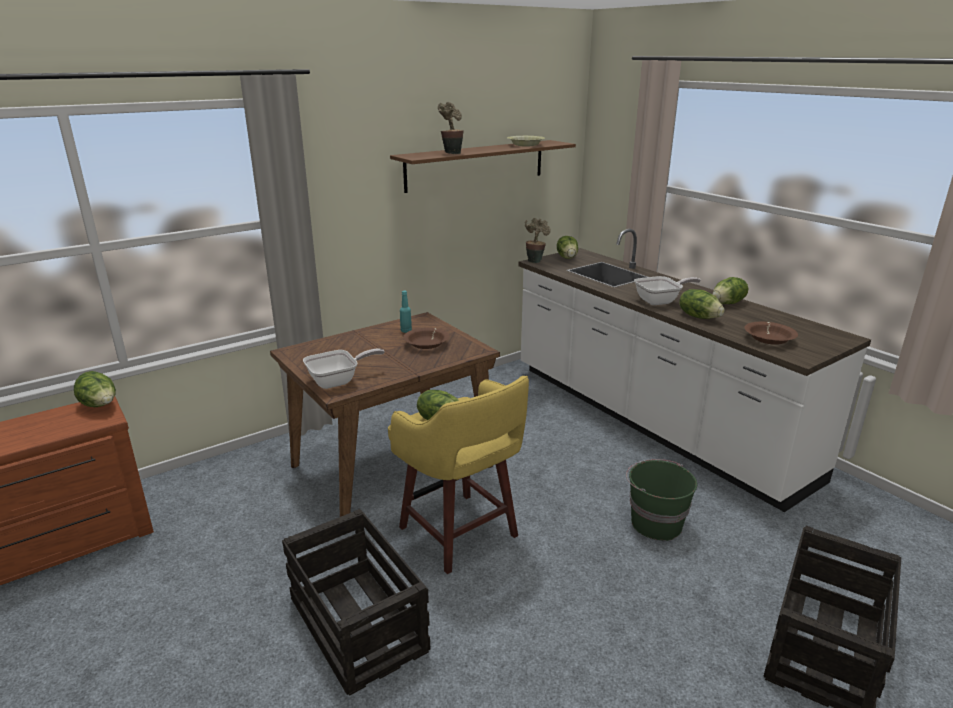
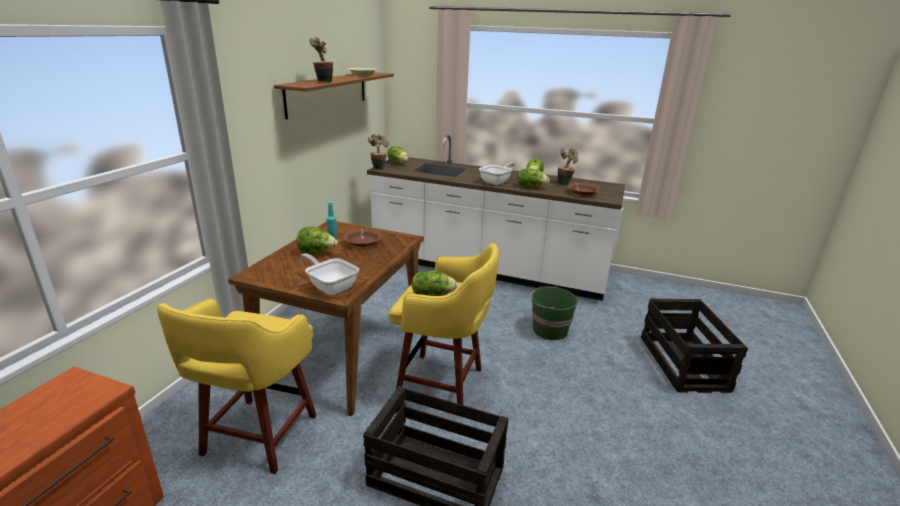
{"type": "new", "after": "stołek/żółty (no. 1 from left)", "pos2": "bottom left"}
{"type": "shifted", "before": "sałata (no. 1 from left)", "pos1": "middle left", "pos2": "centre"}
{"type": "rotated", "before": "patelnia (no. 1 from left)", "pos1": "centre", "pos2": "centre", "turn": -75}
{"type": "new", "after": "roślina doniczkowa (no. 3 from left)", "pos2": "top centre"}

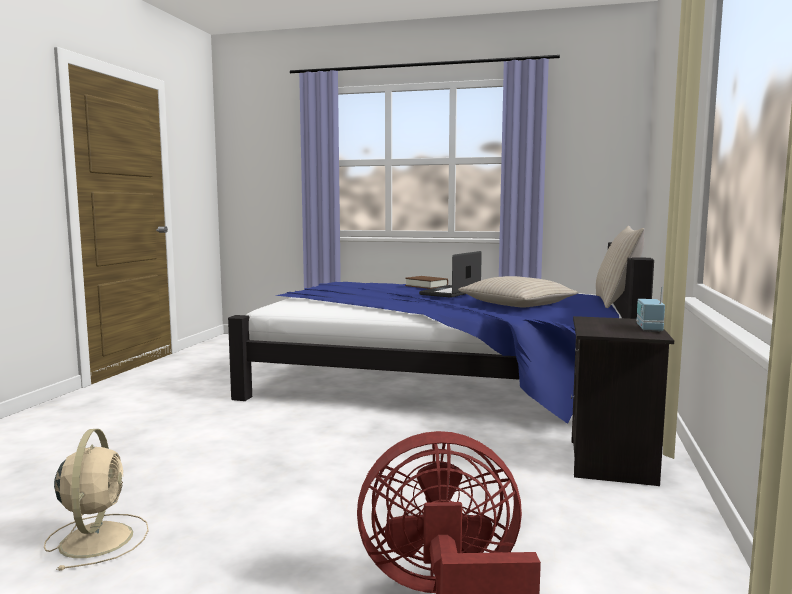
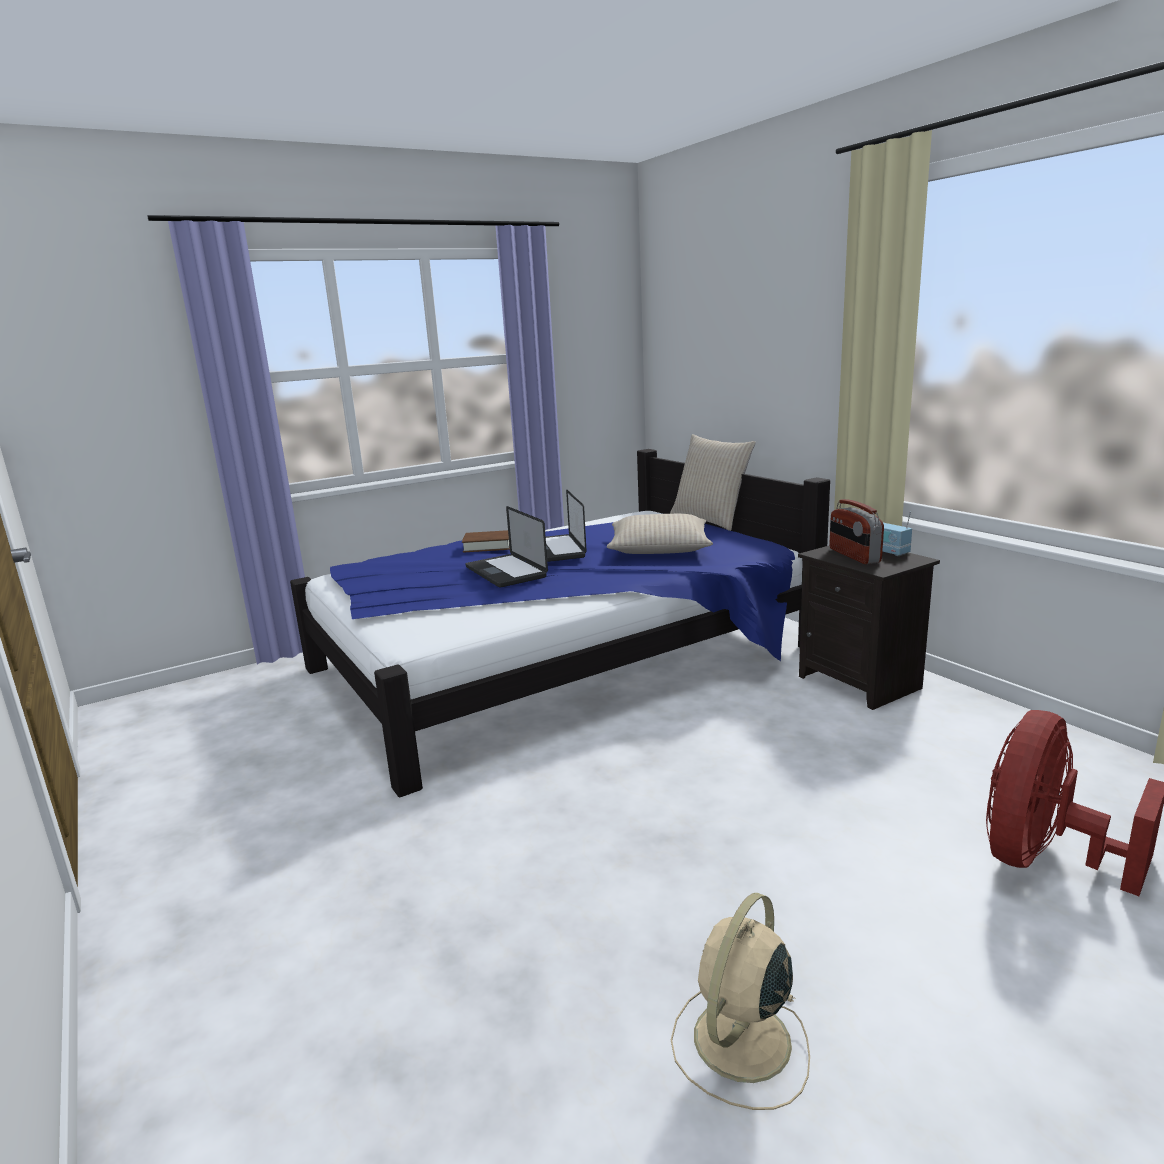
{"type": "new", "after": "laptop (no. 1 from left)", "pos2": "centre"}
{"type": "rotated", "before": "wentylator/beżowy", "pos1": "bottom left", "pos2": "bottom centre", "turn": -90}
{"type": "new", "after": "radio (no. 1 from left)", "pos2": "middle right"}

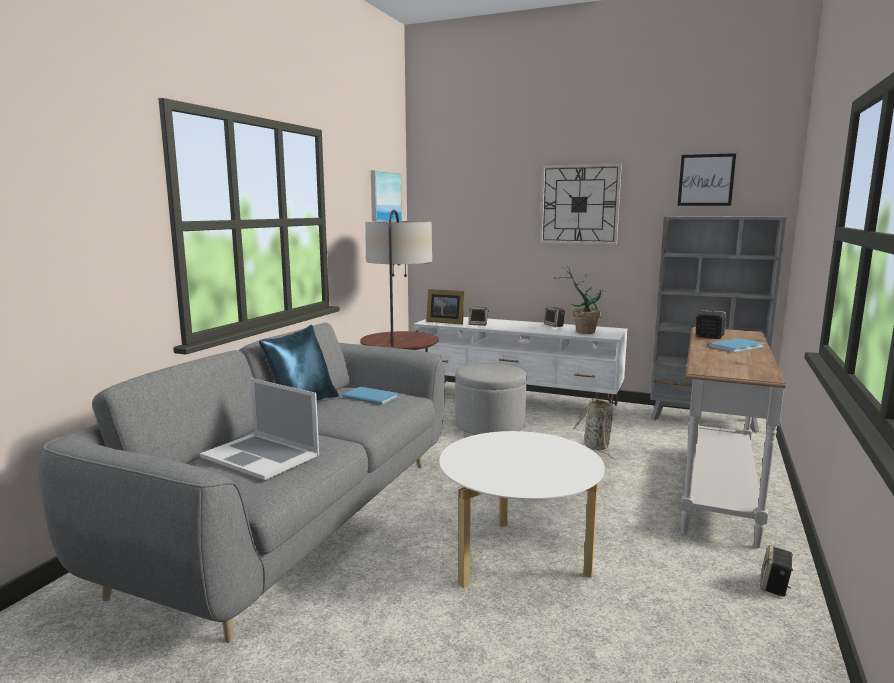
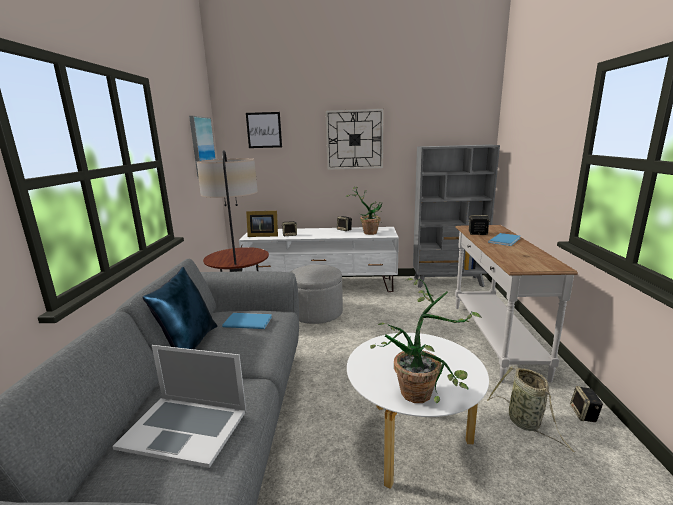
{"type": "shifted", "before": "obraz (no. 2 from left)", "pos1": "top right", "pos2": "top centre"}
{"type": "new", "after": "roślina doniczkowa (no. 2 from left)", "pos2": "bottom centre"}
{"type": "shifted", "before": "koszyk", "pos1": "centre", "pos2": "bottom right"}

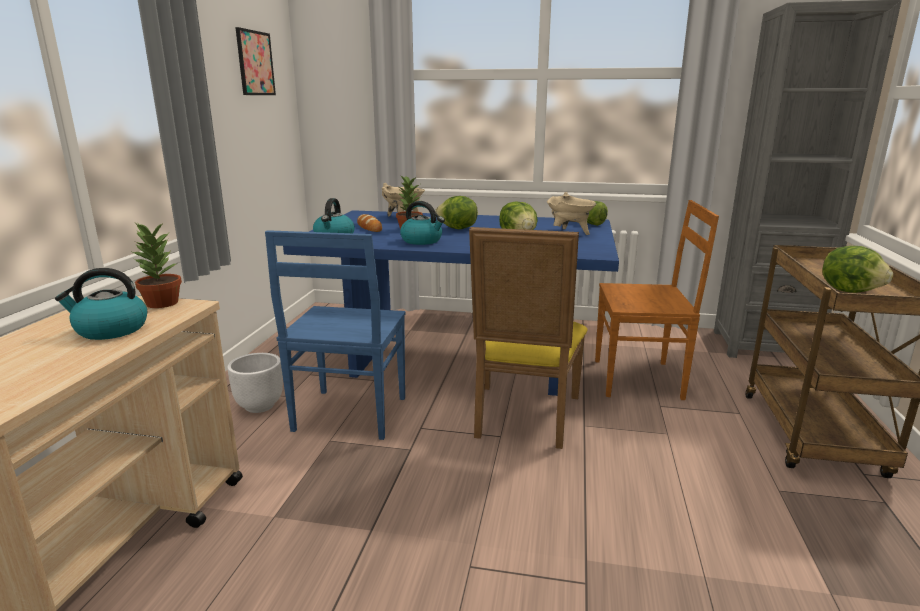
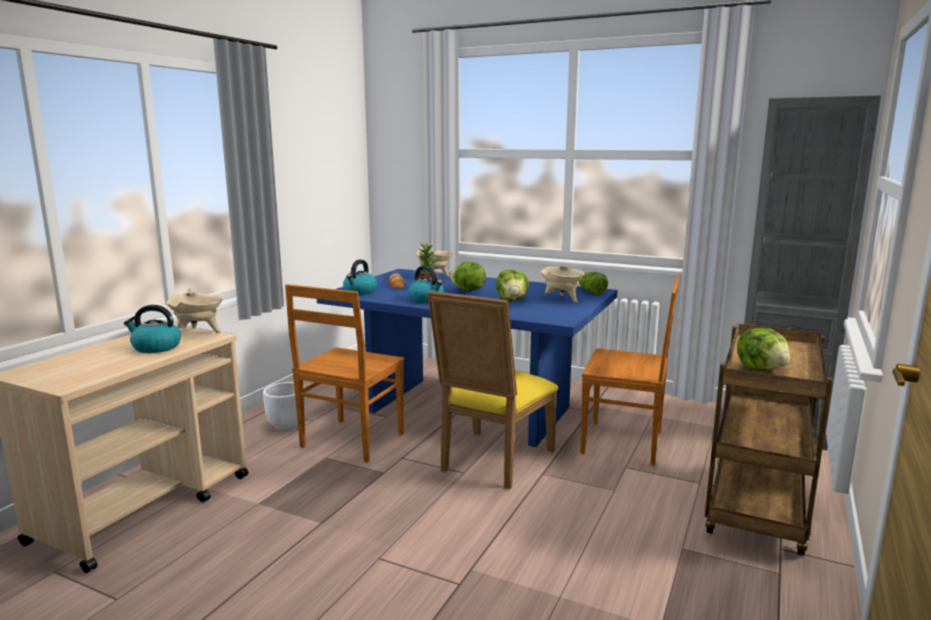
{"type": "swapped", "before": "roślina doniczkowa (no. 1 from left)", "after": "garnek/beżowy (no. 1 from left)", "pos1": "middle left", "pos2": "middle left"}
{"type": "repainted", "before": "krzesło/niebieski", "after": "krzesło/brązowy (no. 1 from left)", "pos1": "centre", "pos2": "centre"}
{"type": "gone", "before": "obraz", "pos1": "top left"}

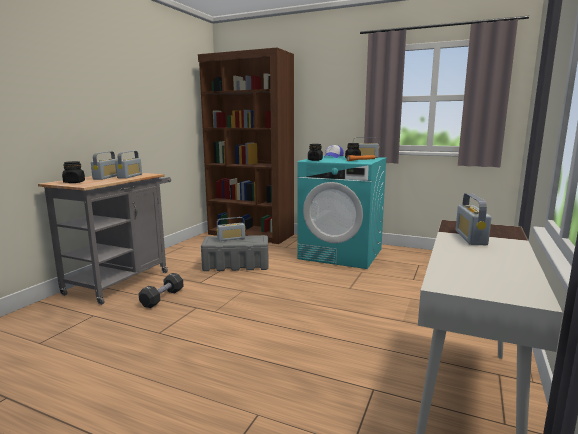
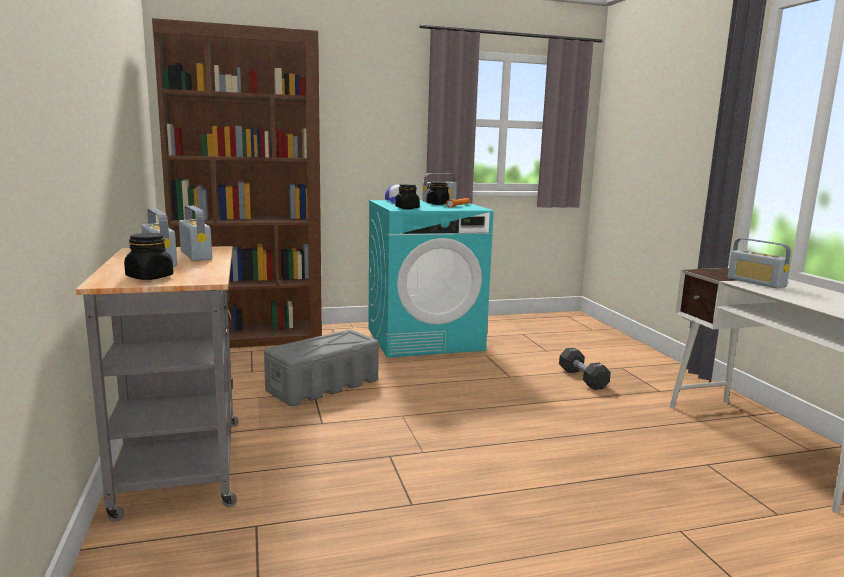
{"type": "shifted", "before": "hantel/czarny", "pos1": "bottom left", "pos2": "middle right"}
{"type": "gone", "before": "radio (no. 3 from left)", "pos1": "centre"}

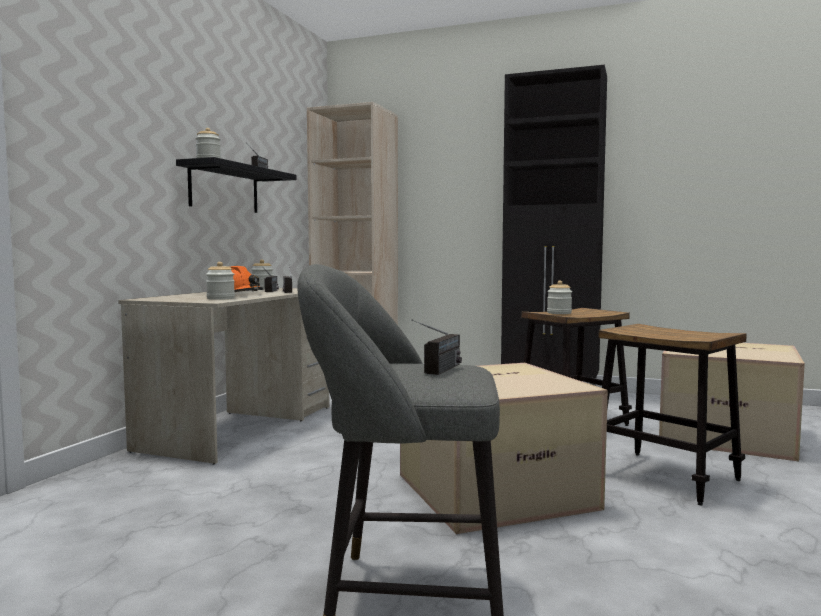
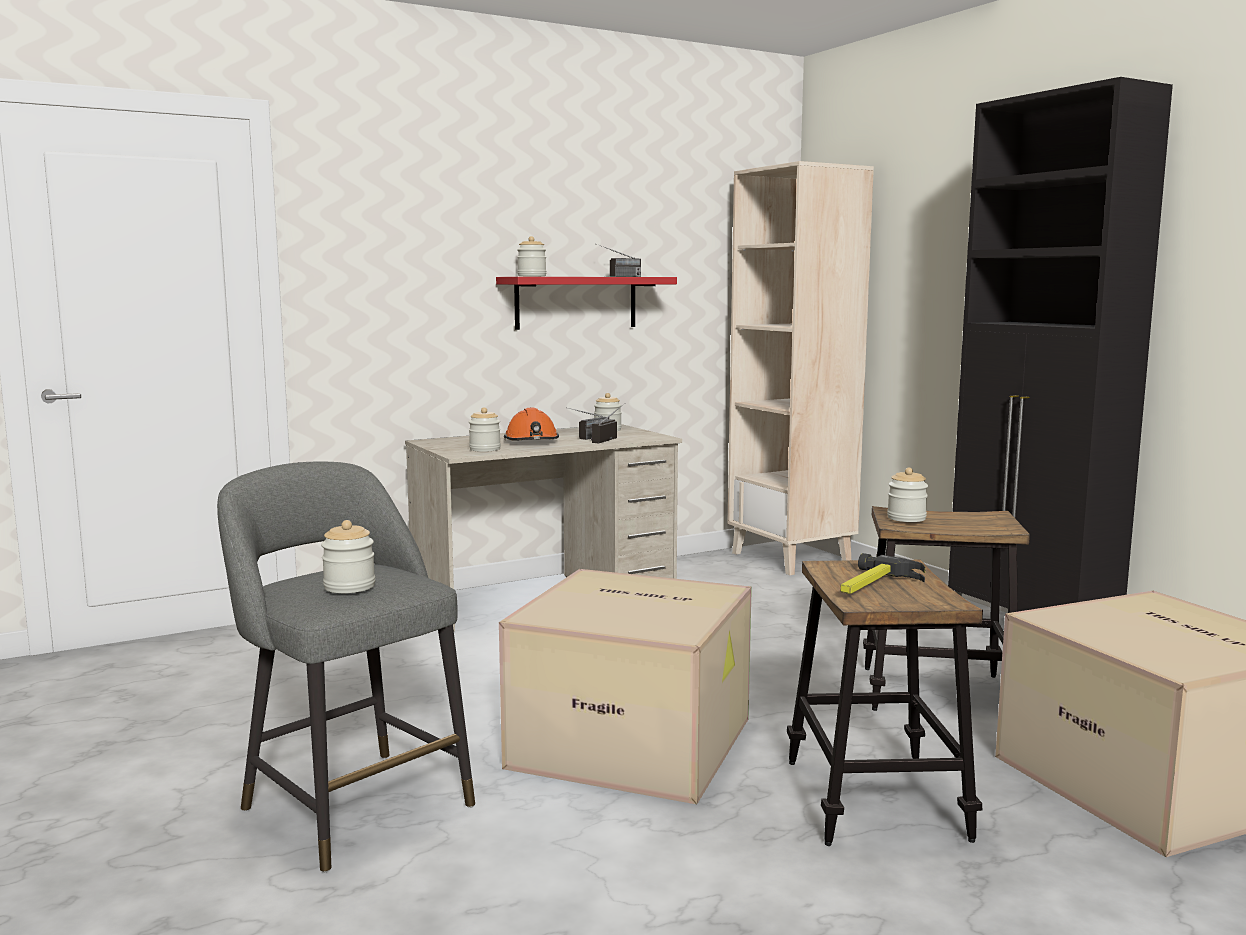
{"type": "swapped", "before": "radio (no. 4 from left)", "after": "słoik (no. 1 from left)", "pos1": "centre", "pos2": "middle left"}
{"type": "repainted", "before": "półka/czarny", "after": "półka/czerwony", "pos1": "top left", "pos2": "top centre"}
{"type": "new", "after": "młotek", "pos2": "middle right"}

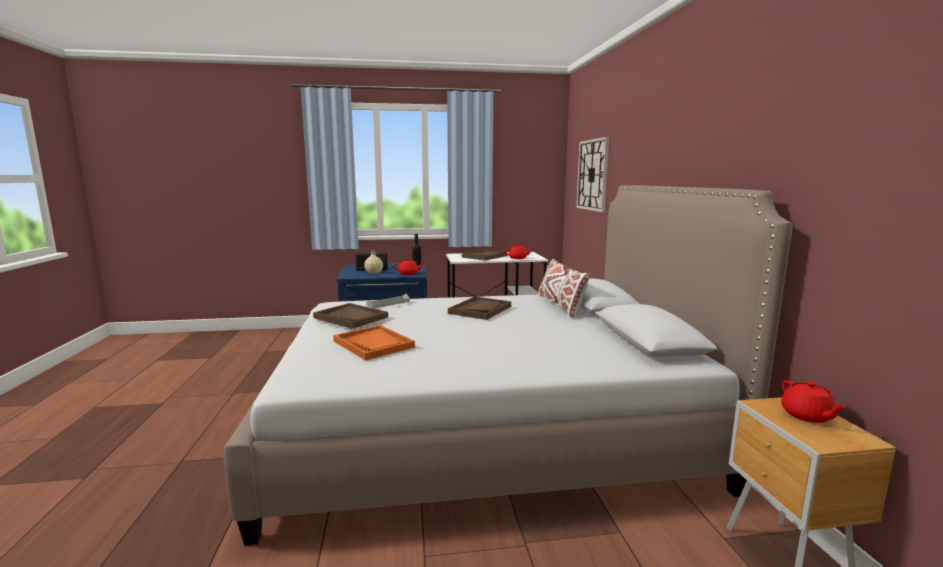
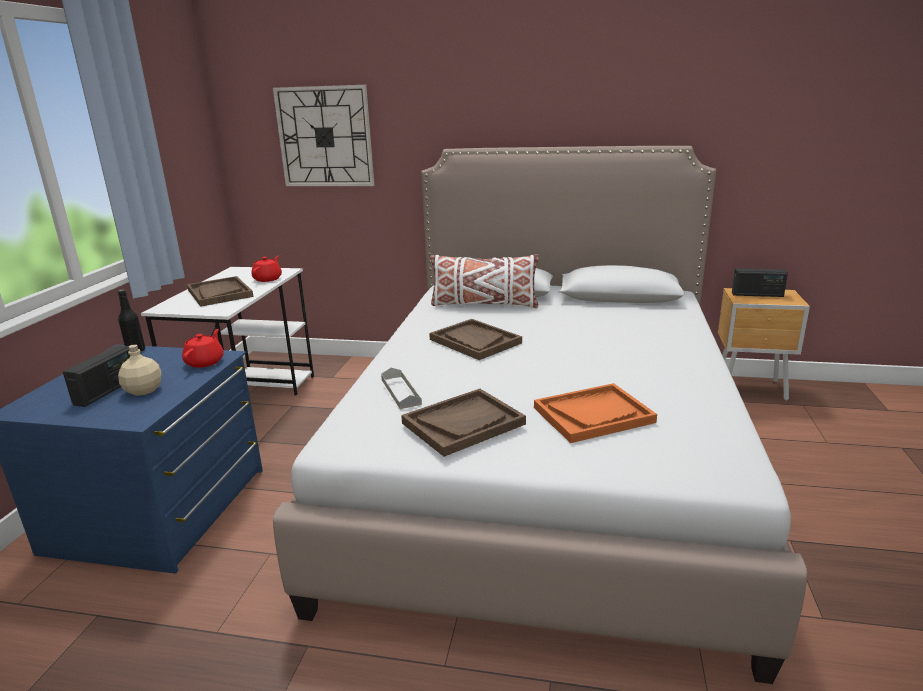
{"type": "swapped", "before": "imbryk/czerwony (no. 3 from left)", "after": "radio (no. 2 from left)", "pos1": "bottom right", "pos2": "middle right"}

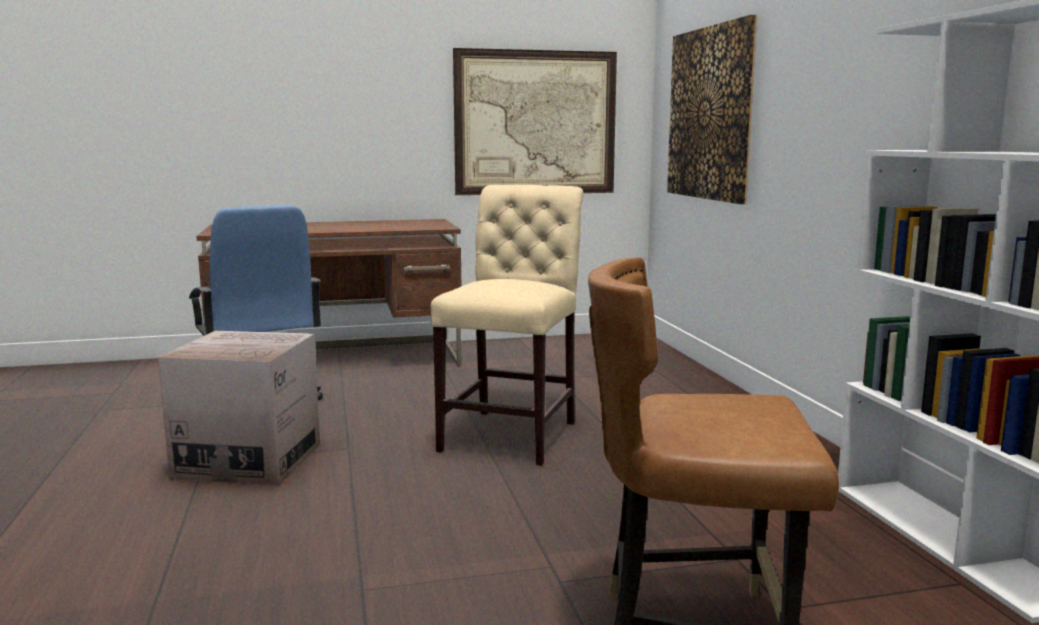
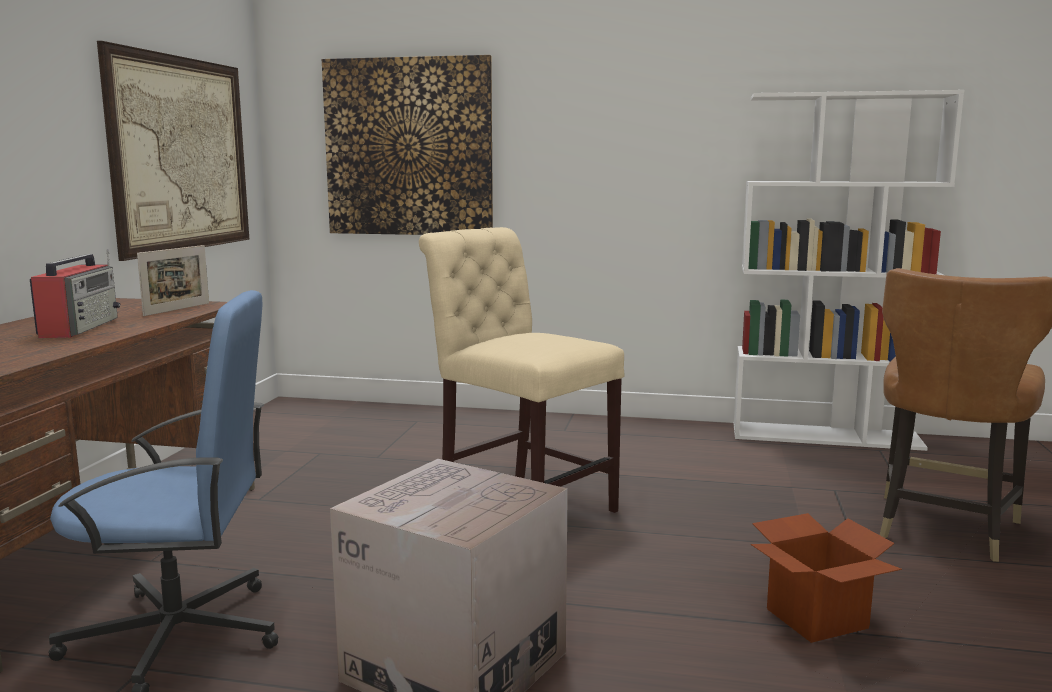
{"type": "new", "after": "radio", "pos2": "middle left"}
{"type": "new", "after": "ramka na zdjęcie", "pos2": "middle left"}
{"type": "new", "after": "karton (no. 2 from left)", "pos2": "bottom right"}

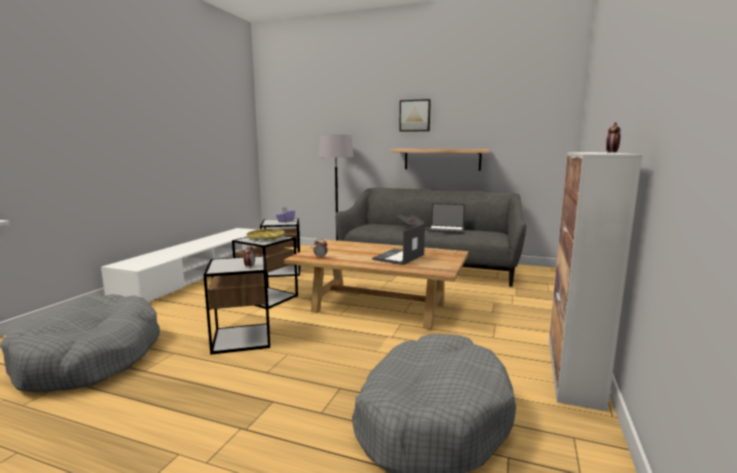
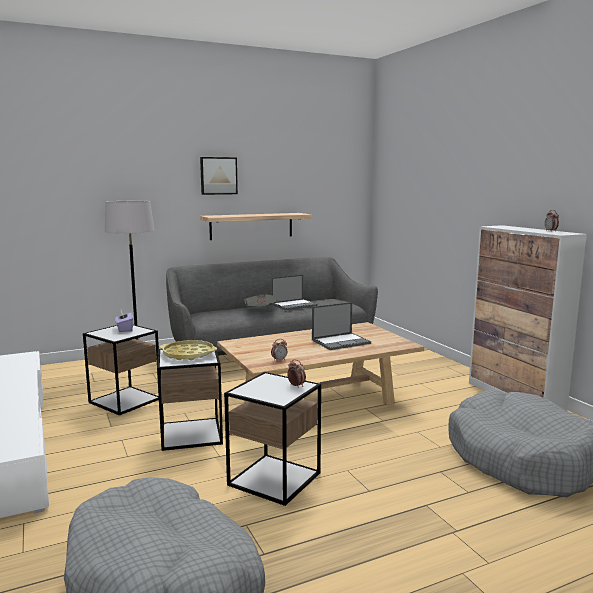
{"type": "rotated", "before": "laptop (no. 1 from left in the first image)", "pos1": "centre", "pos2": "centre", "turn": -105}

